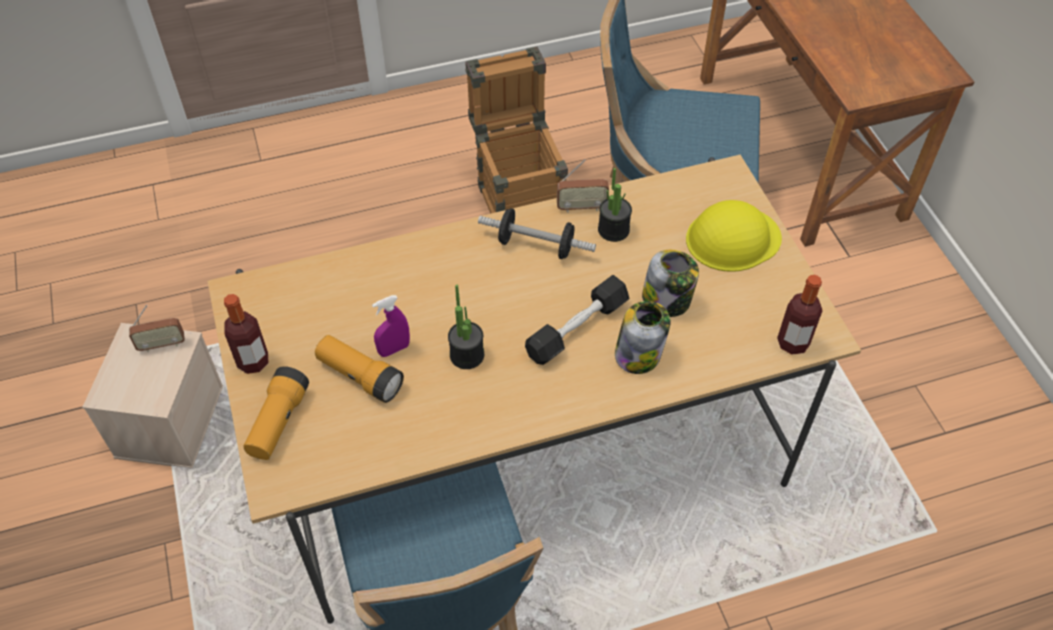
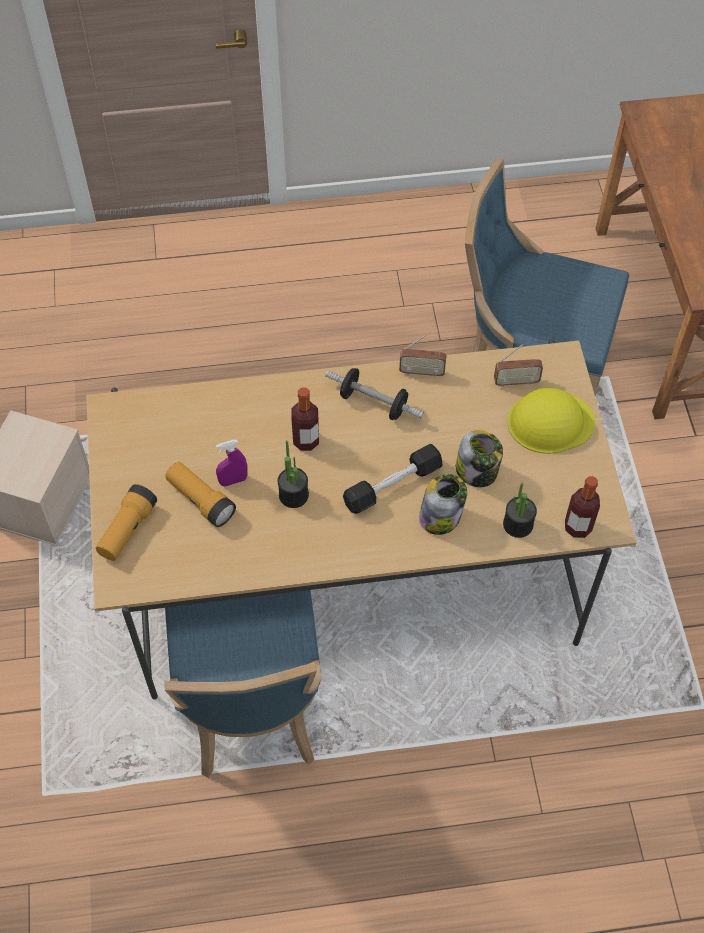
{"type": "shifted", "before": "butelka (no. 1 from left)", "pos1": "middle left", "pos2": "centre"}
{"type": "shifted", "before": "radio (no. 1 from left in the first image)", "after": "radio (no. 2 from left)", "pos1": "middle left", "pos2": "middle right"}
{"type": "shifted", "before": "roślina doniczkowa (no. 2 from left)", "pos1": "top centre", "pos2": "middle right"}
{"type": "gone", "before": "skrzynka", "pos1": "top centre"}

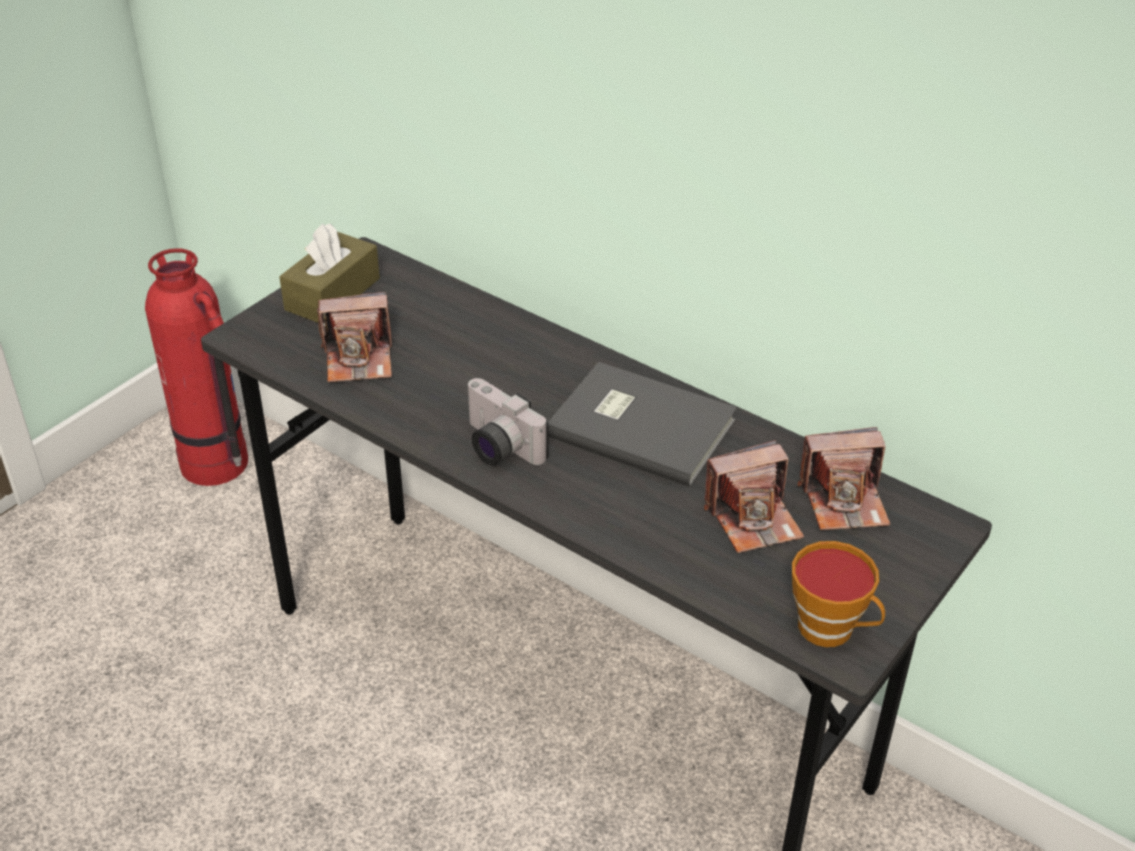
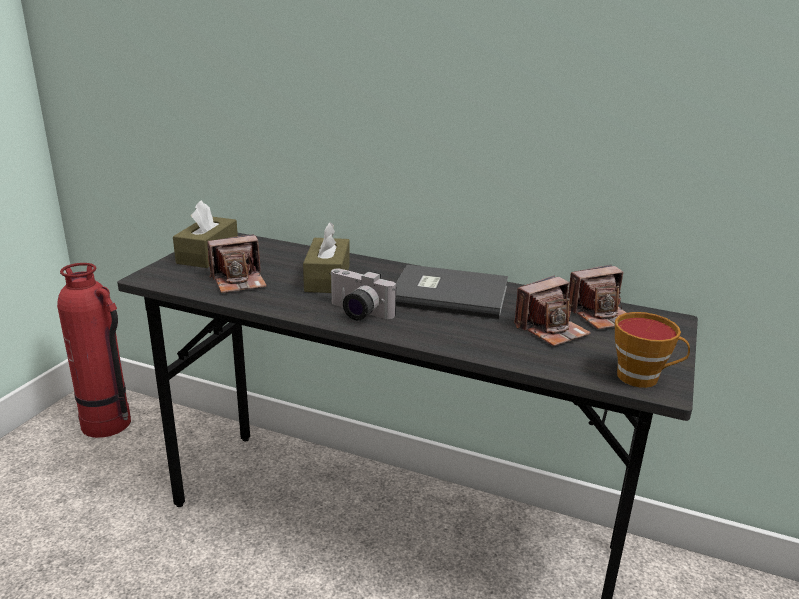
{"type": "new", "after": "pudełko chusteczek/brązowy (no. 2 from left)", "pos2": "centre"}

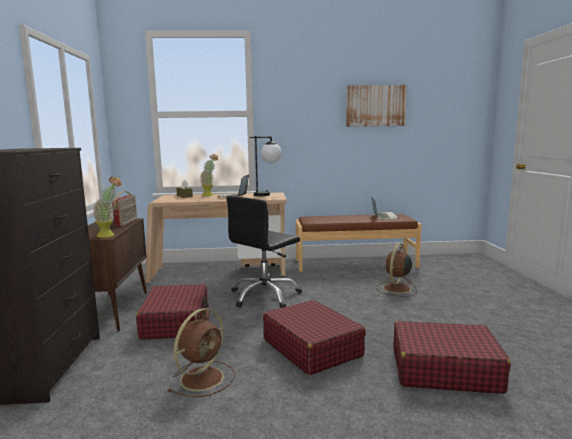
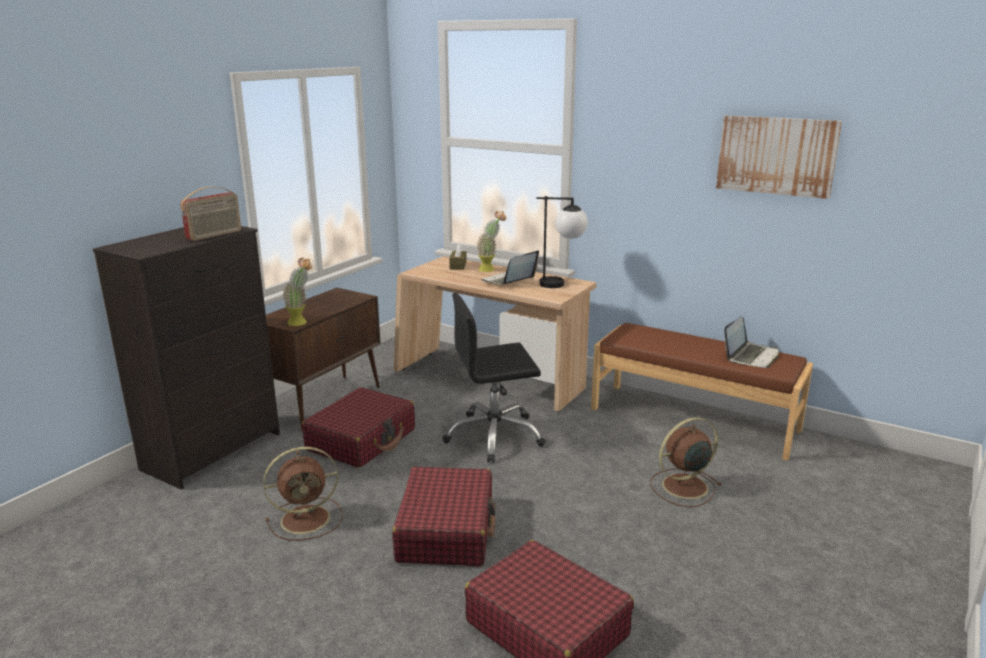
{"type": "shifted", "before": "radio", "pos1": "middle left", "pos2": "top left"}

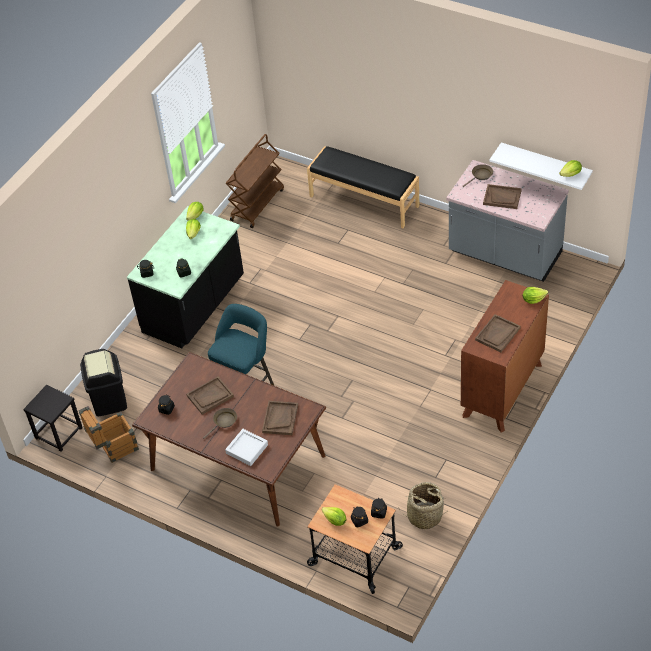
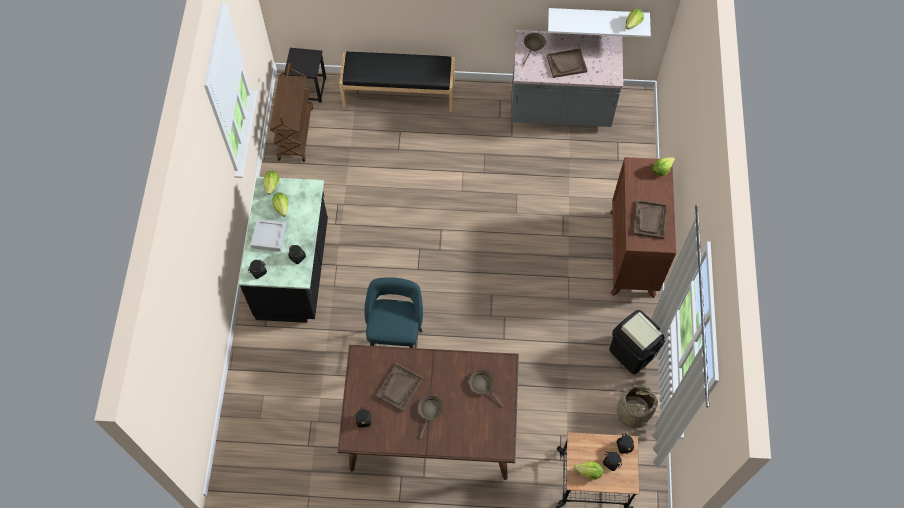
{"type": "shifted", "before": "taca/szary", "pos1": "bottom centre", "pos2": "middle left"}
{"type": "shifted", "before": "stołek/czarny", "pos1": "middle left", "pos2": "top centre"}
{"type": "swapped", "before": "taca/brązowy (no. 2 from left)", "after": "patelnia/brązowy (no. 2 from left)", "pos1": "centre", "pos2": "bottom centre"}
{"type": "shifted", "before": "kosz na śmieci/czarny", "pos1": "middle left", "pos2": "bottom right"}
{"type": "gone", "before": "skrzynka", "pos1": "bottom left"}

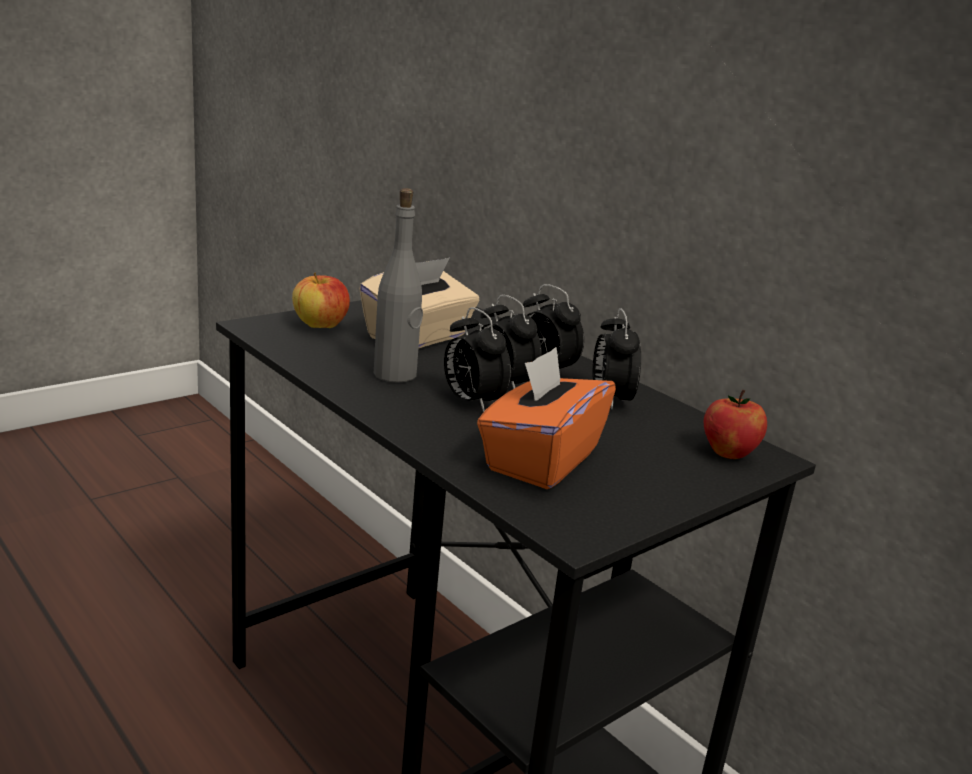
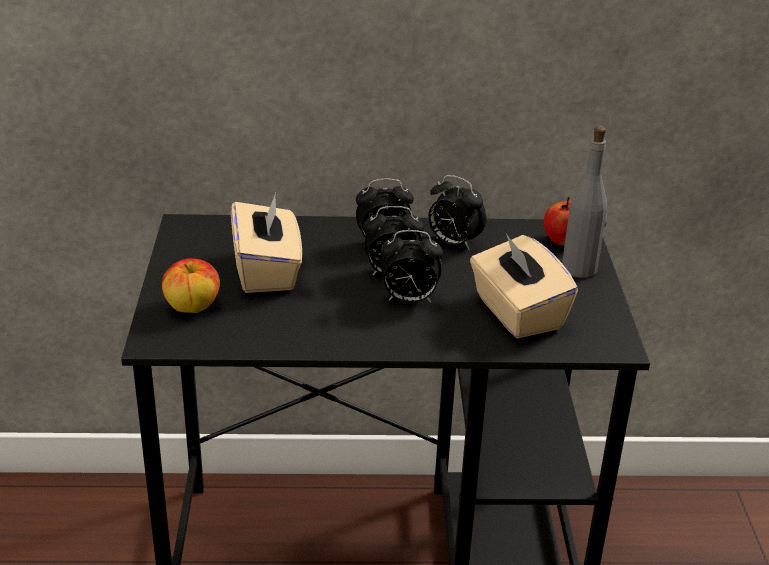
{"type": "repainted", "before": "pudełko chusteczek/pomarańczowy", "after": "pudełko chusteczek/beżowy (no. 2 from left)", "pos1": "centre", "pos2": "middle right"}
{"type": "shifted", "before": "butelka/szary", "pos1": "centre", "pos2": "middle right"}

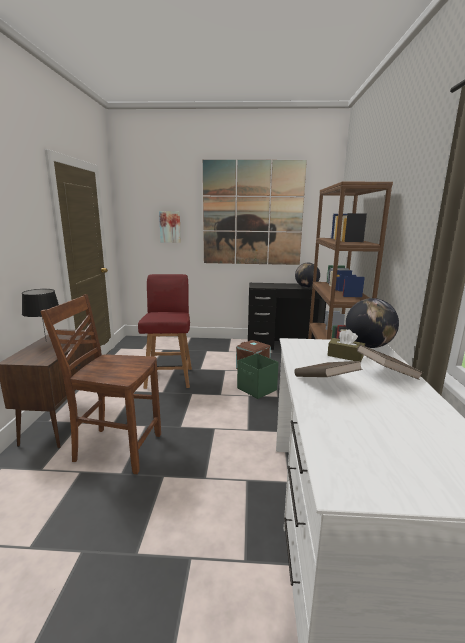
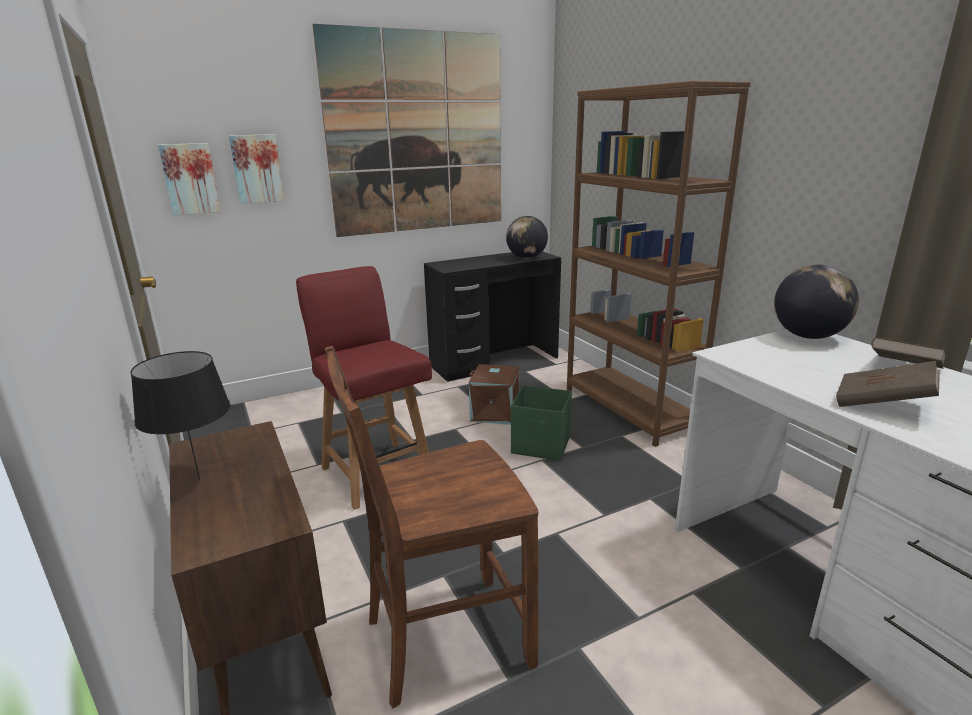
{"type": "new", "after": "obraz (no. 1 from left)", "pos2": "top left"}
{"type": "gone", "before": "pudełko chusteczek/brązowy", "pos1": "middle right"}

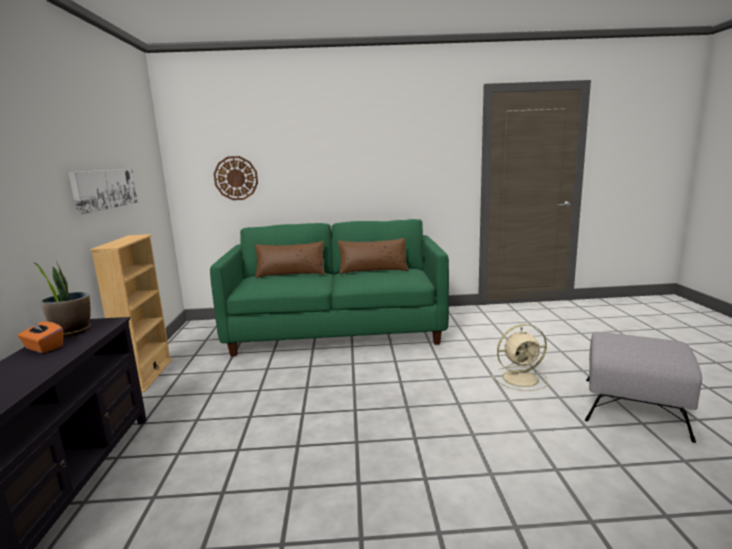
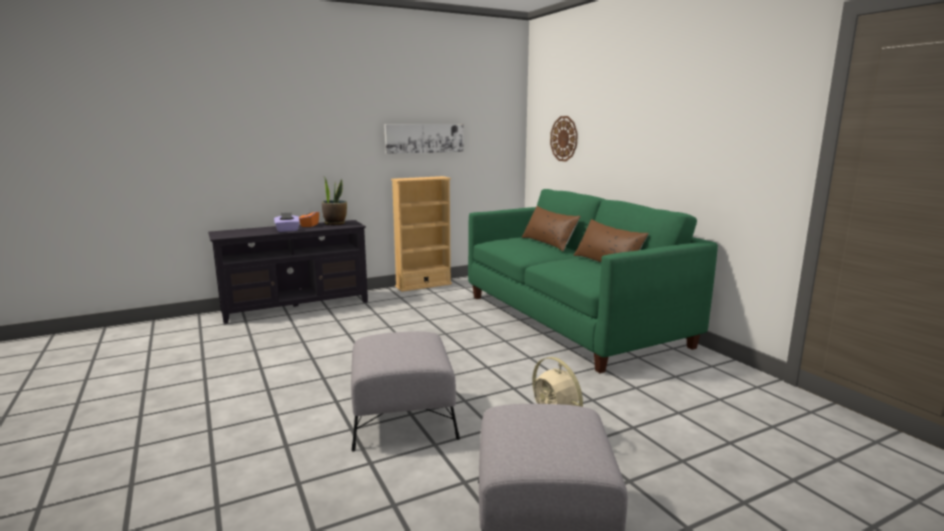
{"type": "new", "after": "pudełko chusteczek/fioletowy", "pos2": "middle left"}
{"type": "new", "after": "pufa/szary (no. 1 from left)", "pos2": "bottom centre"}

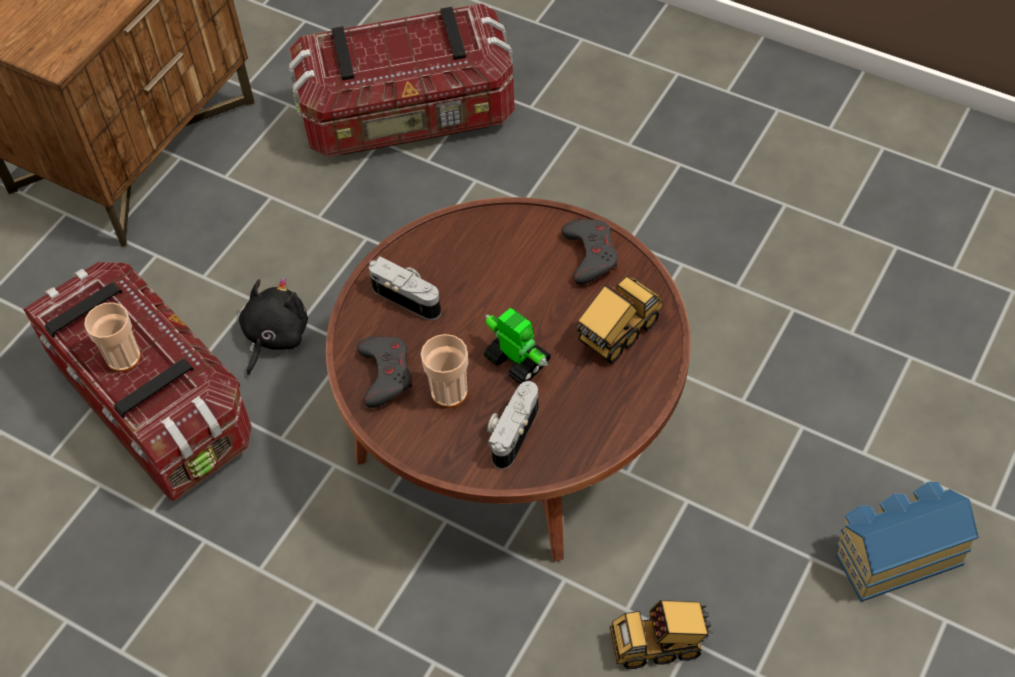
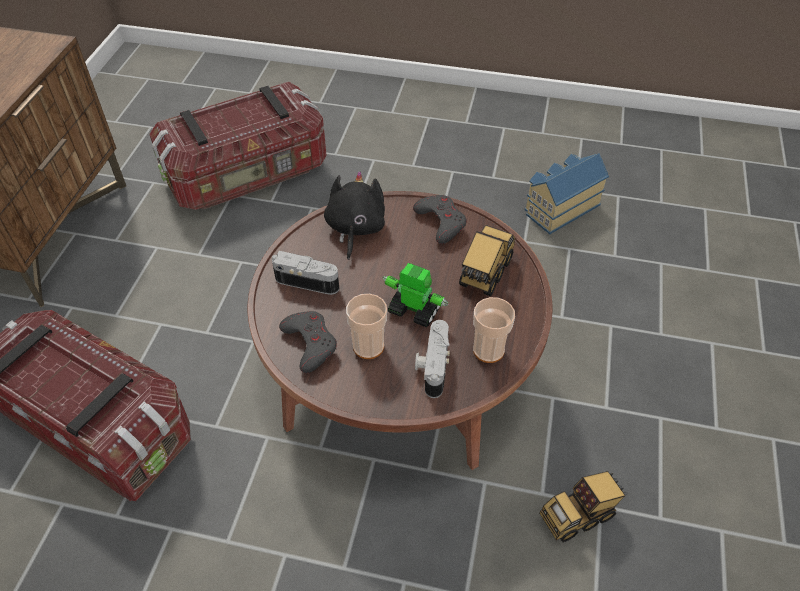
{"type": "shifted", "before": "pluszak/czarny", "pos1": "middle left", "pos2": "centre"}
{"type": "shifted", "before": "filiżanka (no. 1 from left in the first image)", "after": "filiżanka (no. 2 from left)", "pos1": "middle left", "pos2": "centre"}
{"type": "shifted", "before": "domek", "pos1": "bottom right", "pos2": "top right"}

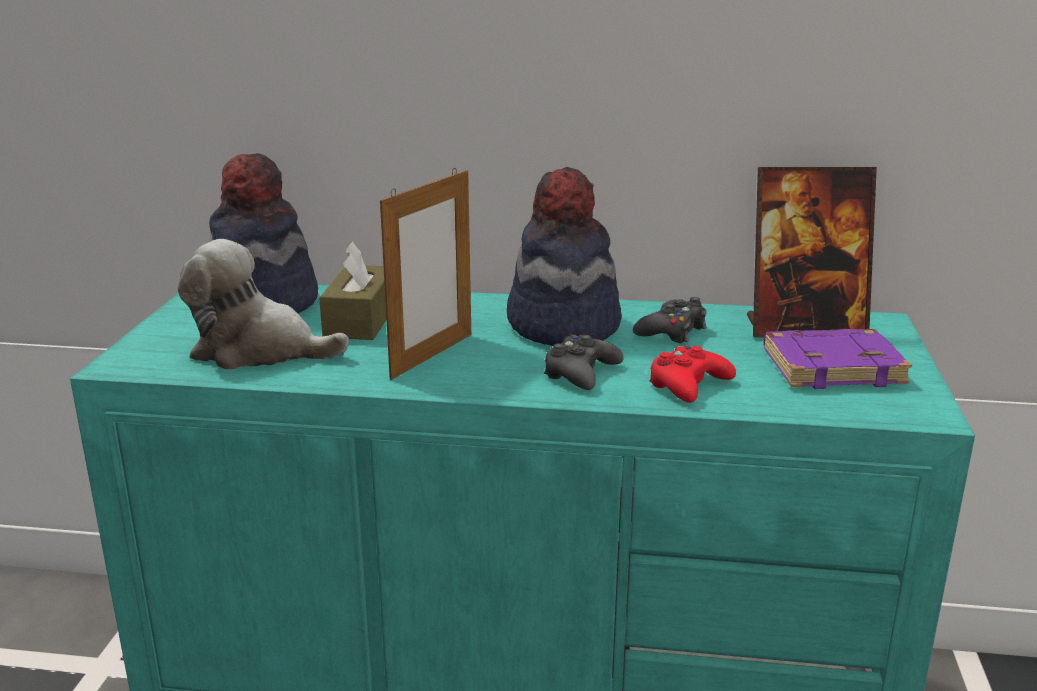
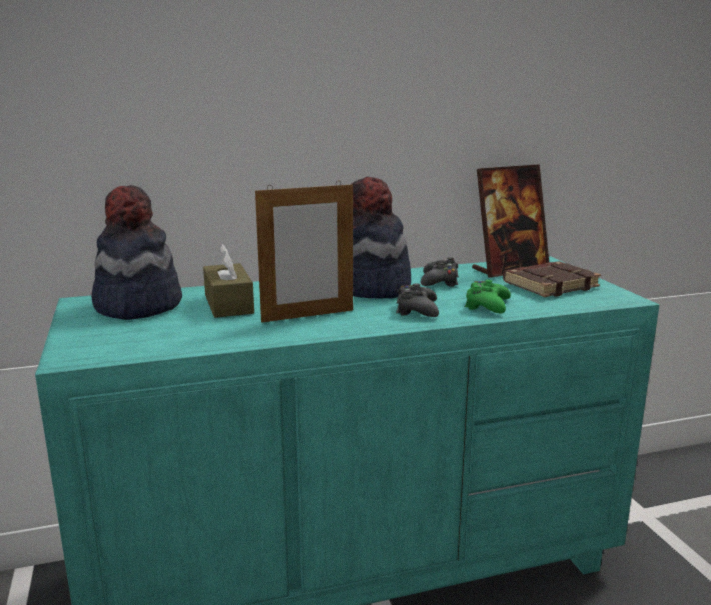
{"type": "rotated", "before": "ramka na zdjęcie (no. 1 from left)", "pos1": "centre", "pos2": "centre", "turn": 60}
{"type": "repainted", "before": "pad do gier/czerwony", "after": "pad do gier/zielony", "pos1": "middle right", "pos2": "middle right"}
{"type": "repainted", "before": "książka/fioletowy", "after": "książka/brązowy", "pos1": "middle right", "pos2": "middle right"}
{"type": "gone", "before": "pluszak", "pos1": "middle left"}

